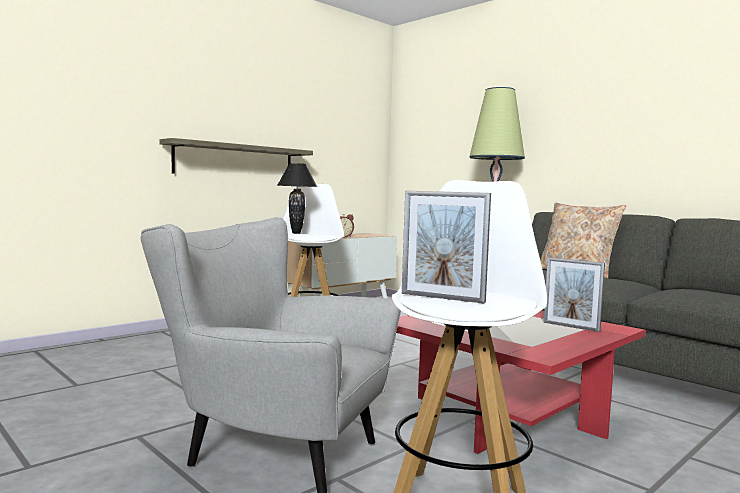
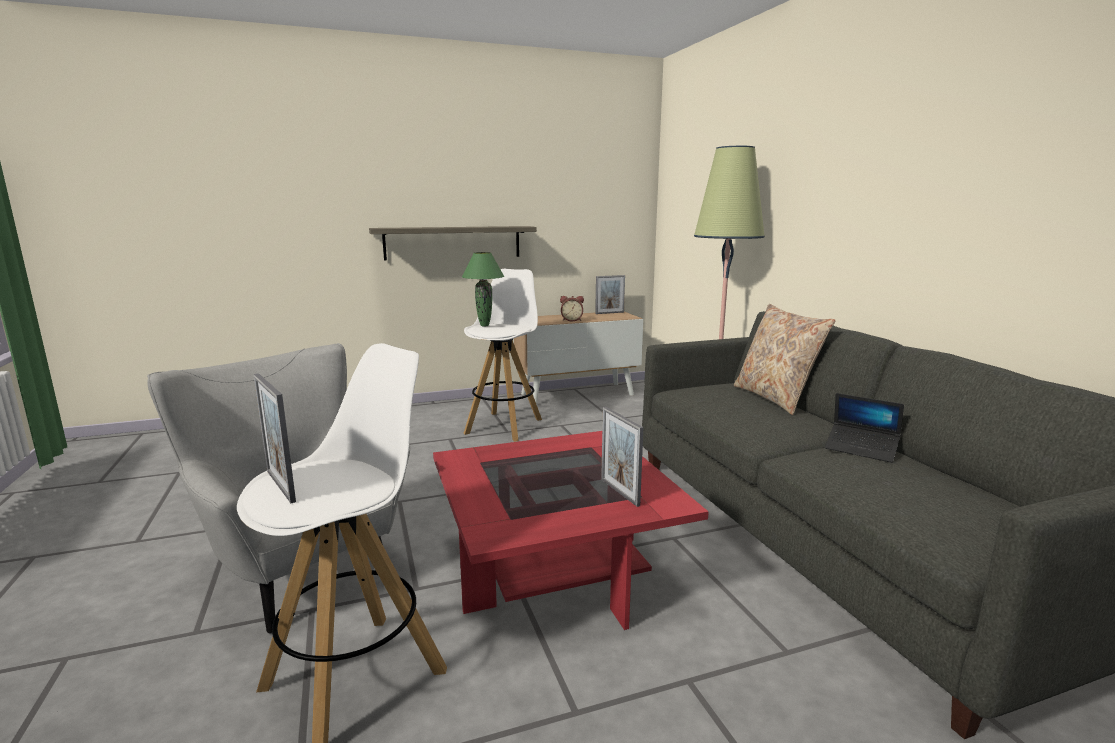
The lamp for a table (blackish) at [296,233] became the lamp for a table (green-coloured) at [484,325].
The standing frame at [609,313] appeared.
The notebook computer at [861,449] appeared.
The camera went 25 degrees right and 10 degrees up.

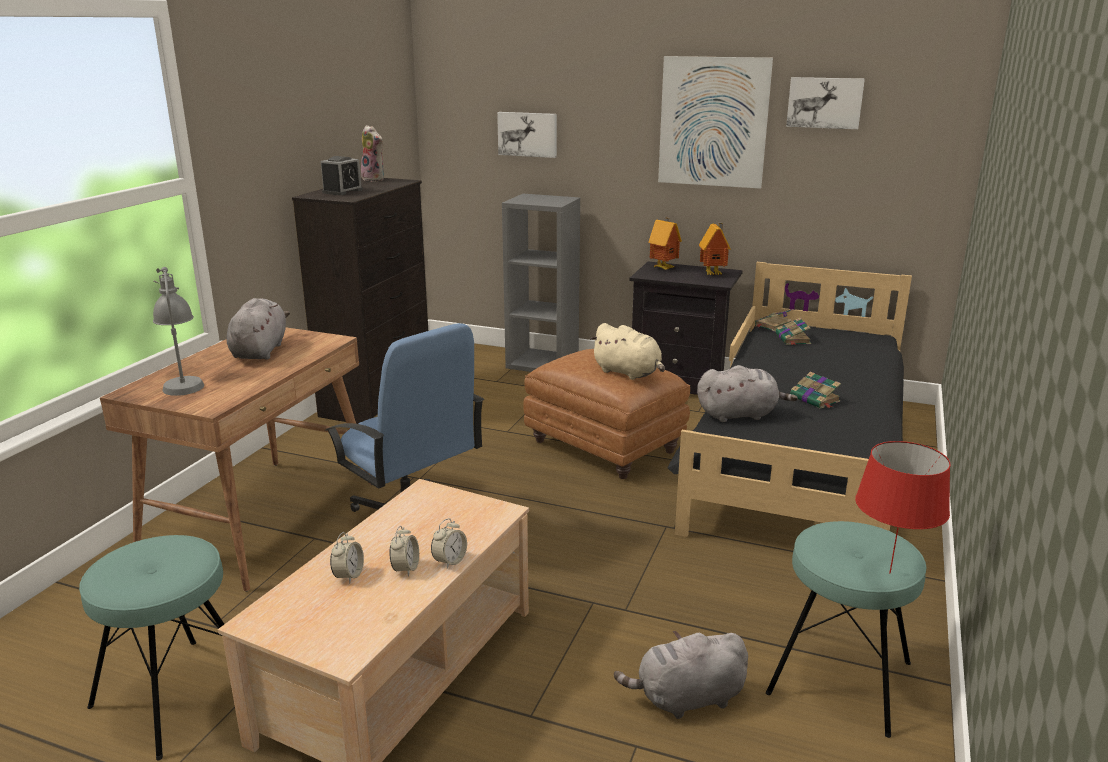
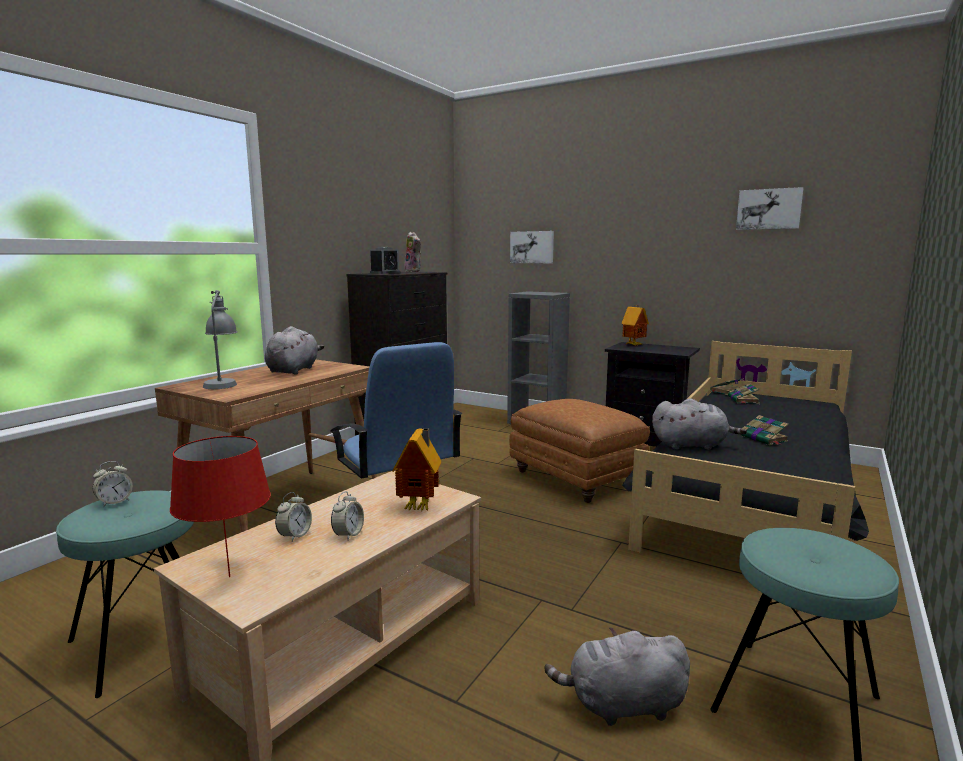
The picture at [713,122] disappeared.
The model house moved from [714,274] to [420,507].
The plush toy (beige) at [629,373] disappeared.
The lamp for a table (reddish) moved from [890,573] to [229,577].
The table clock moved from [449,561] to [114,502].
The camera went 10 degrees right and 10 degrees down.

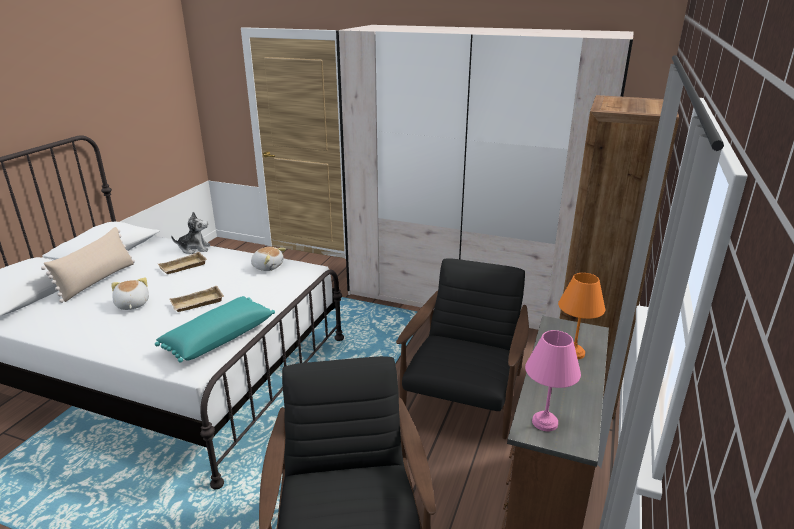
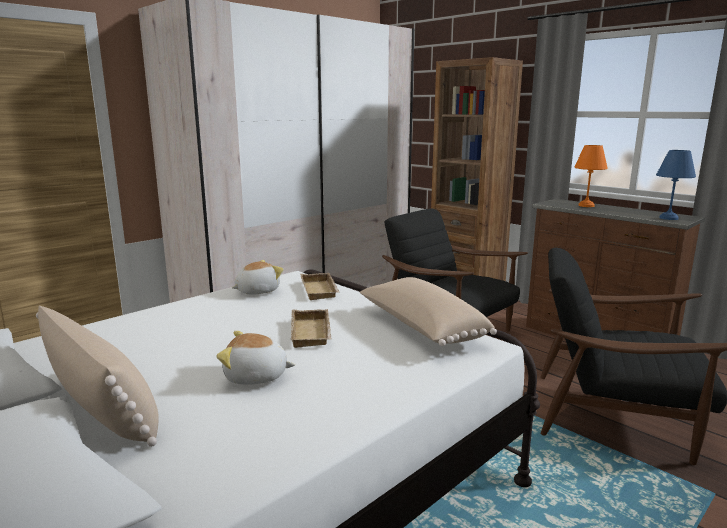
The plush toy at [194,249] disappeared.
The tray (beige) moved from [183,267] to [321,290].
The pillow (blue-green) at [218,338] became the pillow (beige) at [421,327].
The lamp for a table (pink) at [546,423] became the lamp for a table (bluish) at [669,218].
The camera went 65 degrees left and 10 degrees down.

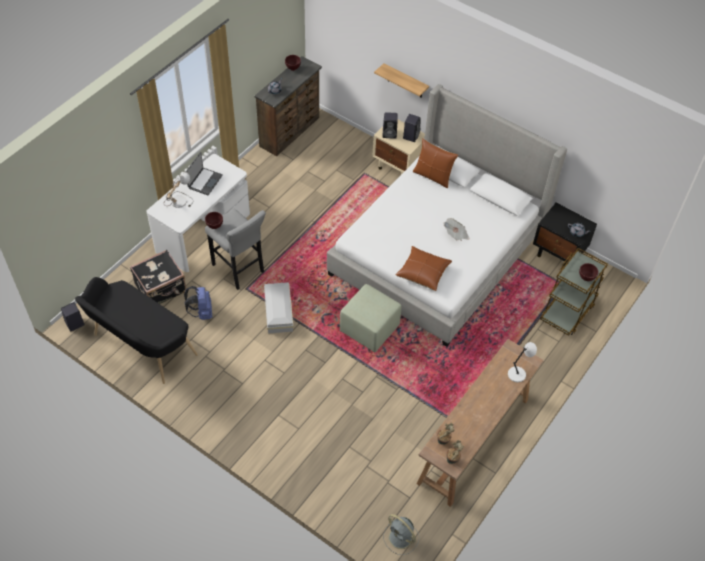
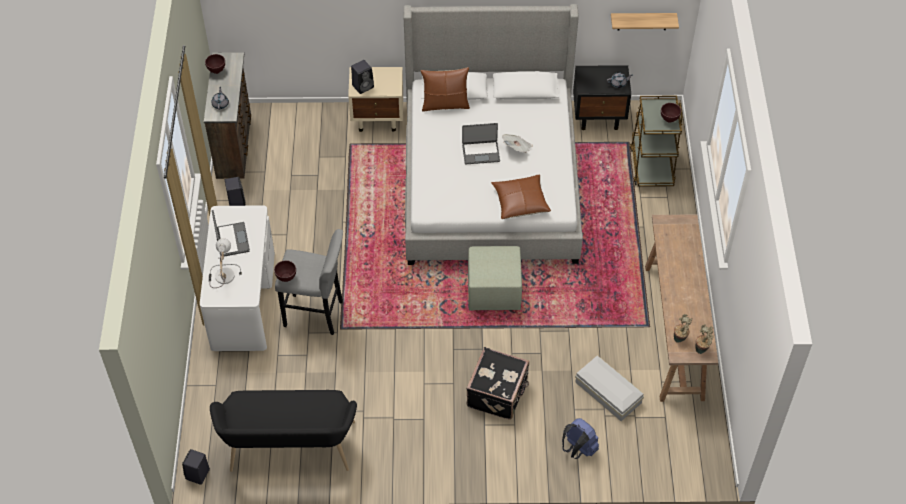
The bracket shelf moved from [405,81] to [642,21].
The audio speaker (blackish) moved from [411,136] to [236,201].
The suitcase (blackish) moved from [161,288] to [498,393].
The storage box (white-coloured) moved from [278,312] to [608,393].
The knapsack (bluish) moved from [201,312] to [578,449].
The lamp for a table (white-coloured) at [517,374] disappeared.
The fan (gray) at [401,538] disappeared.
The notebook computer at [481,152] appeared.
The camera went 35 degrees left and 0 degrees up.

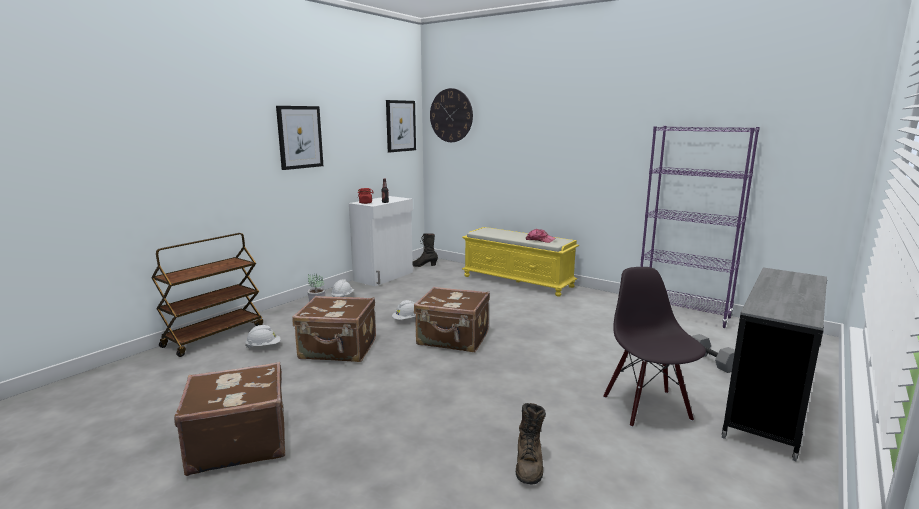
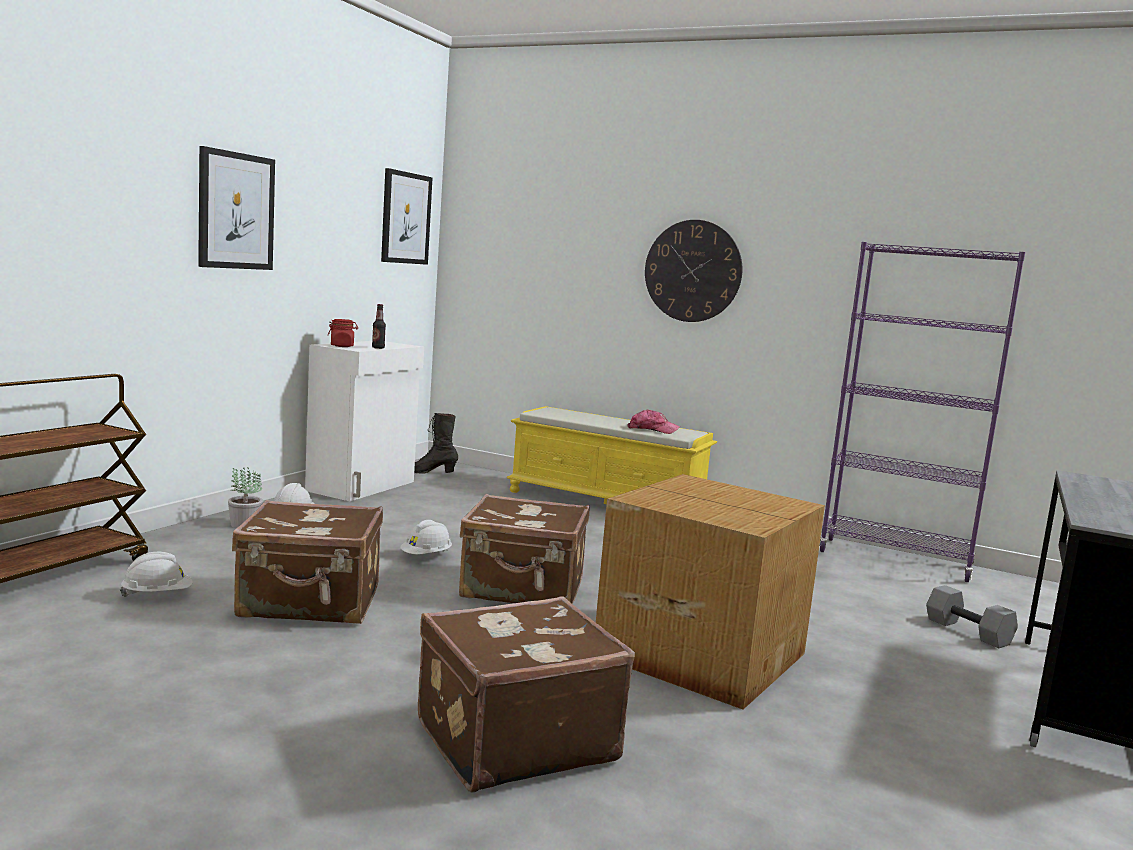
The hanging clock moved from [451,115] to [693,271].
The chair (blackish) at [647,408] disappeared.
The suitcase (brown-coloured) moved from [238,442] to [513,739].
The tall boot (brown-coloured) at [529,464] disappeared.
The packing box at [699,652] appeared.
The camera went 10 degrees left and 5 degrees down.

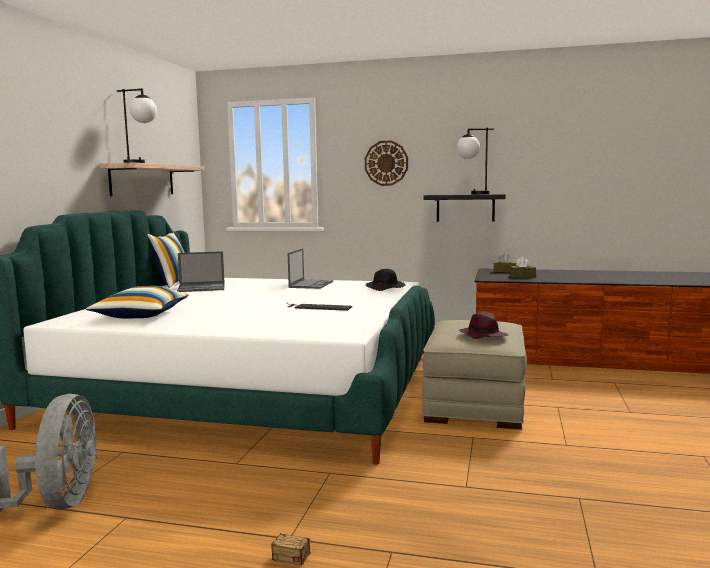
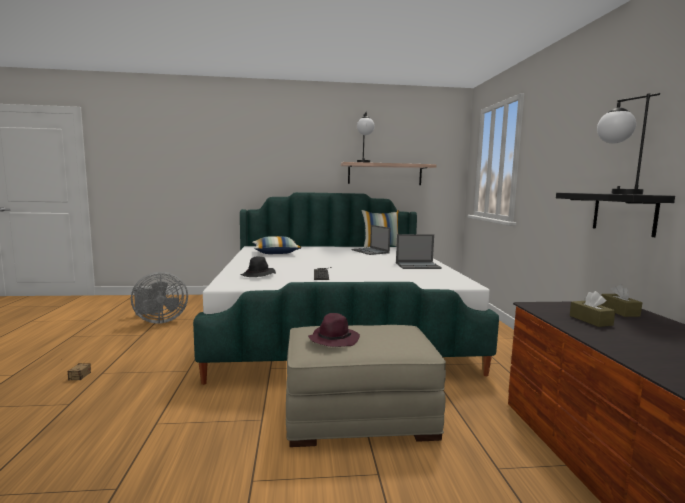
The hanging clock at [386,163] disappeared.
The wearable hat (blackish) moved from [386,288] to [258,275].
The camera went 70 degrees right and 0 degrees up.

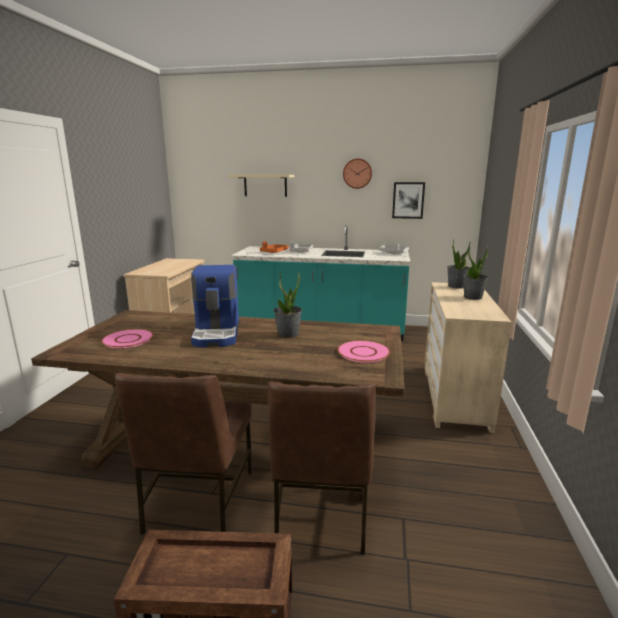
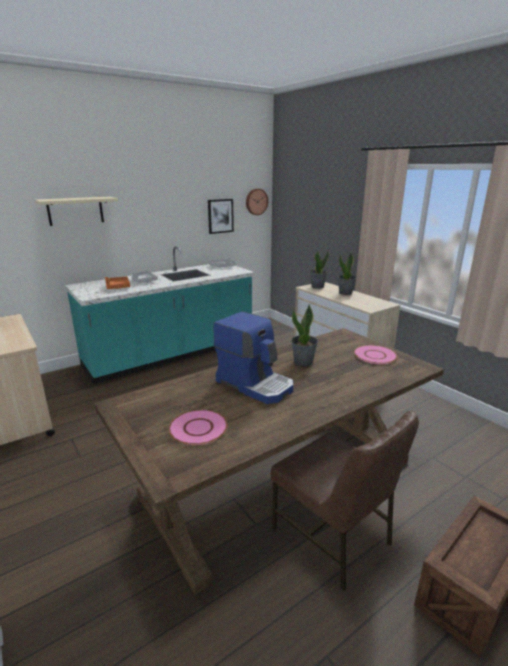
The hanging clock moved from [357,173] to [256,201].
The chair (brown-coloured) at [321,513] disappeared.
The camera went 45 degrees left and 5 degrees up.

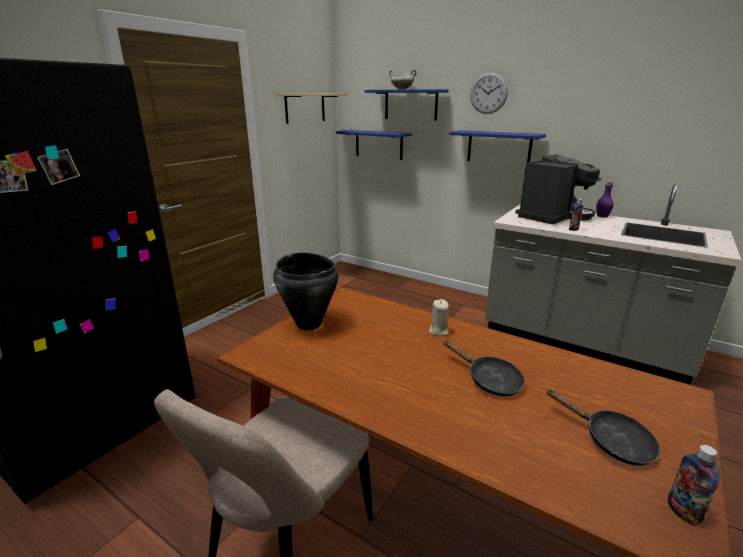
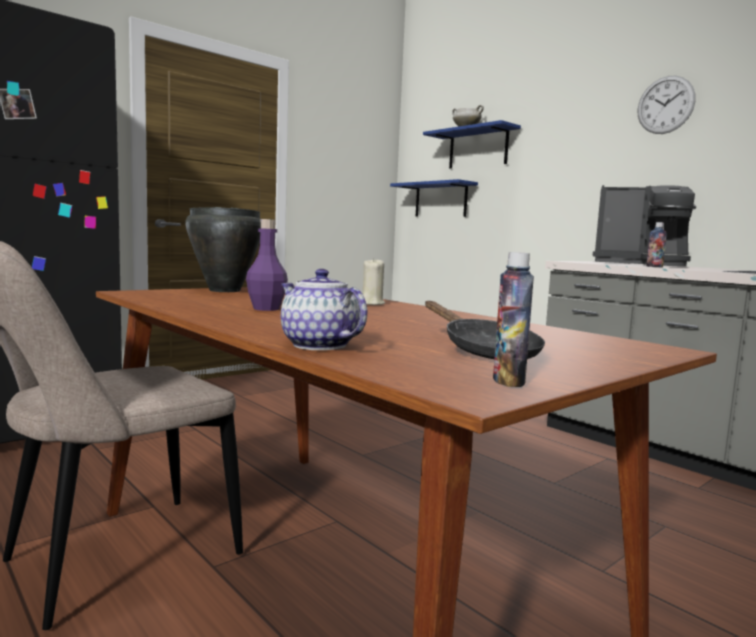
The hanging clock moved from [488,93] to [665,105].
The bracket shelf (beige) at [305,107] disappeared.
The bracket shelf (bluish) at [499,147] disappeared.
The coffee maker at [553,216] turned 45 degrees clockwise.
The beverage bottle (purple-coloured) moved from [602,216] to [266,309].
The pan (blackish) at [489,380] disappeared.
The pot for tea at [317,345] appeared.
The camera went 15 degrees right and 15 degrees down.

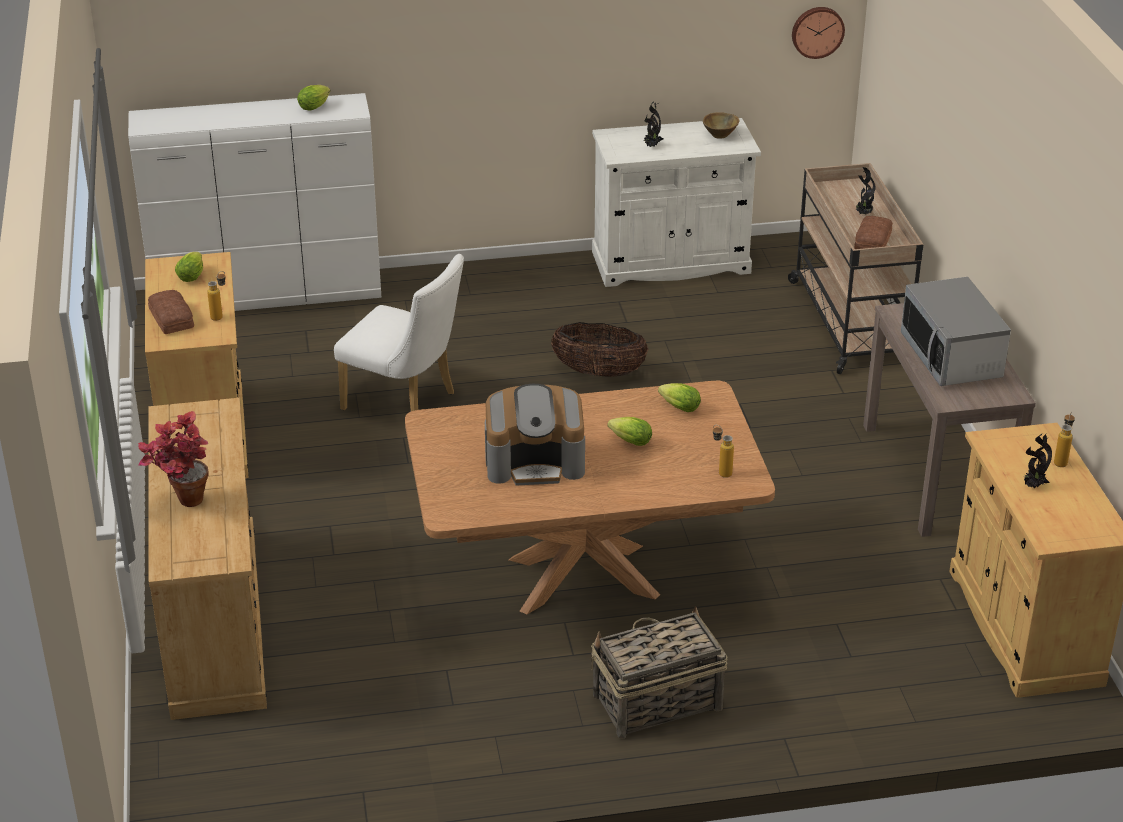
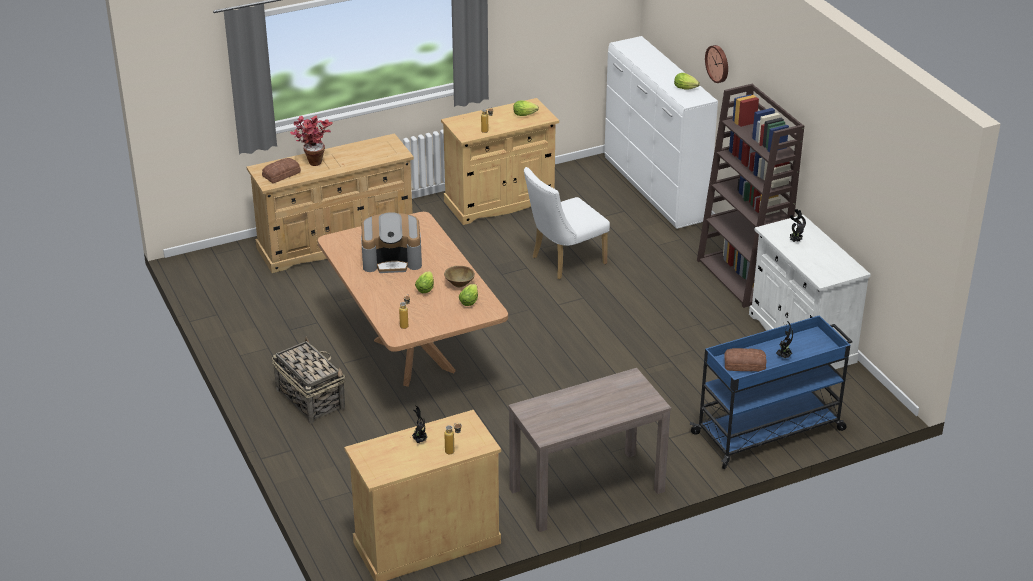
The hanging clock moved from [817,31] to [718,63].
The deep dish (brown-coloured) moved from [720,135] to [459,284].
The wheeled cart (beige) at [849,321] became the wheeled cart (bluish) at [770,431].
The chair (white-coloured) at [406,403] turned 45 degrees clockwise.
The microwave at [951,357] disappeared.
The baked bread moved from [172,318] to [282,174].
The basket at [599,372] disappeared.
The coffee maker at [535,462] turned 75 degrees counterclockwise.
The bookcase (brown-coloured) at [741,278] appeared.
The camera went 75 degrees right and 0 degrees up.

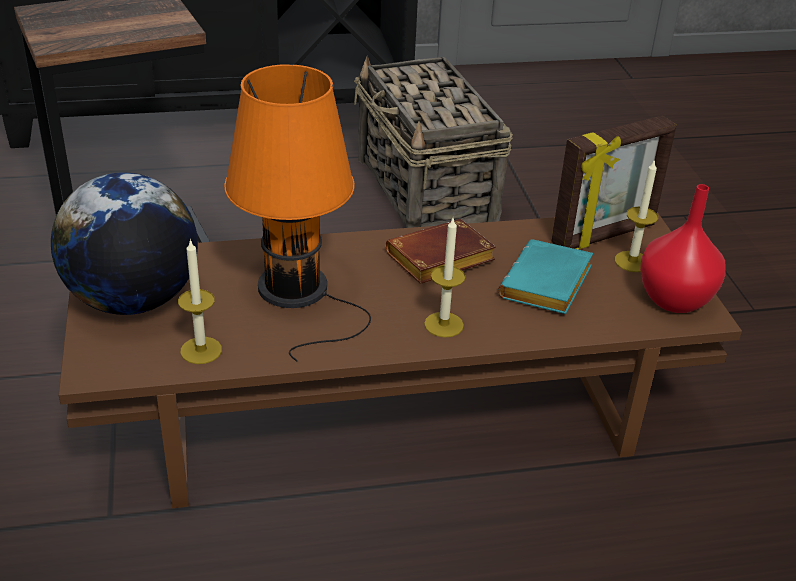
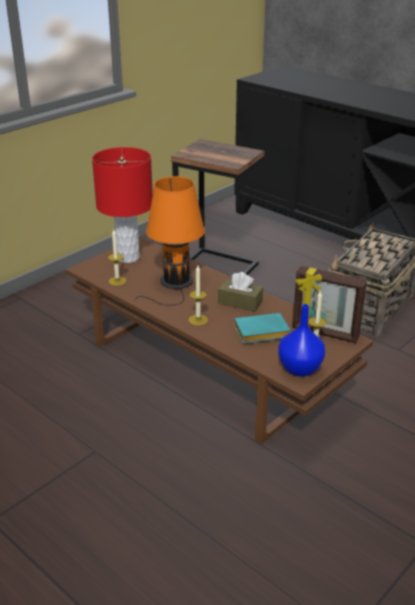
The desk globe at [133,300] was replaced by the lamp for a table (reddish) at [127,257].
The decorative vase (reddish) at [674,299] became the decorative vase (bluish) at [300,368].
The volume (brown-coloured) at [439,261] was replaced by the tissue box (brown-coloured) at [240,302].
The camera went 55 degrees right and 5 degrees down.

